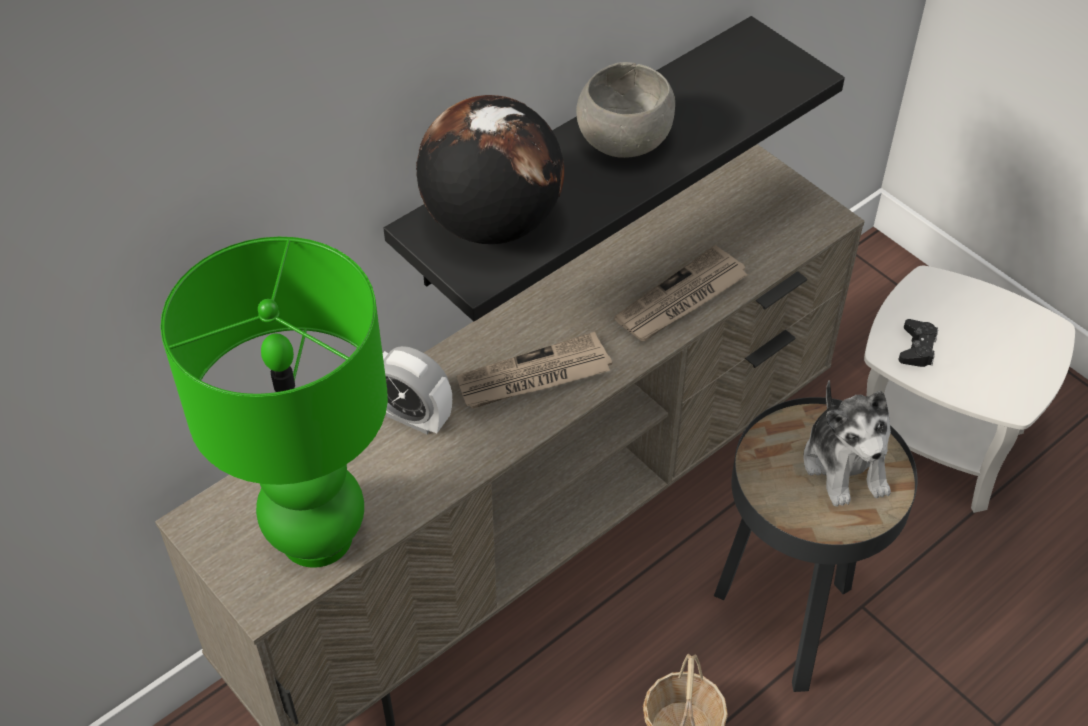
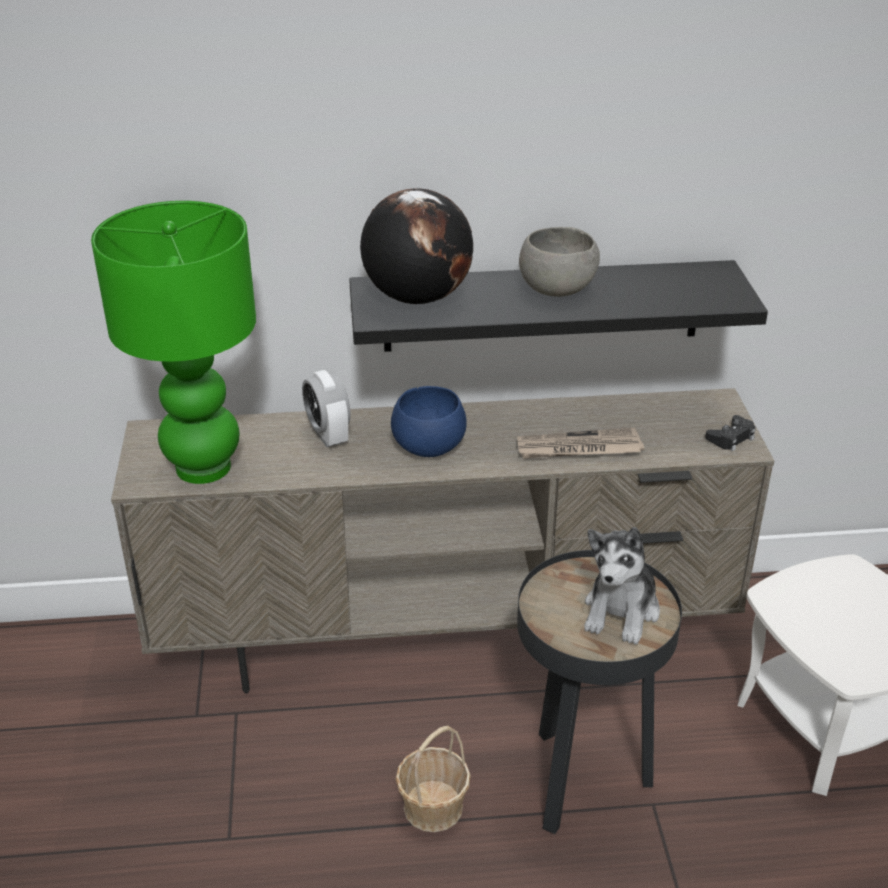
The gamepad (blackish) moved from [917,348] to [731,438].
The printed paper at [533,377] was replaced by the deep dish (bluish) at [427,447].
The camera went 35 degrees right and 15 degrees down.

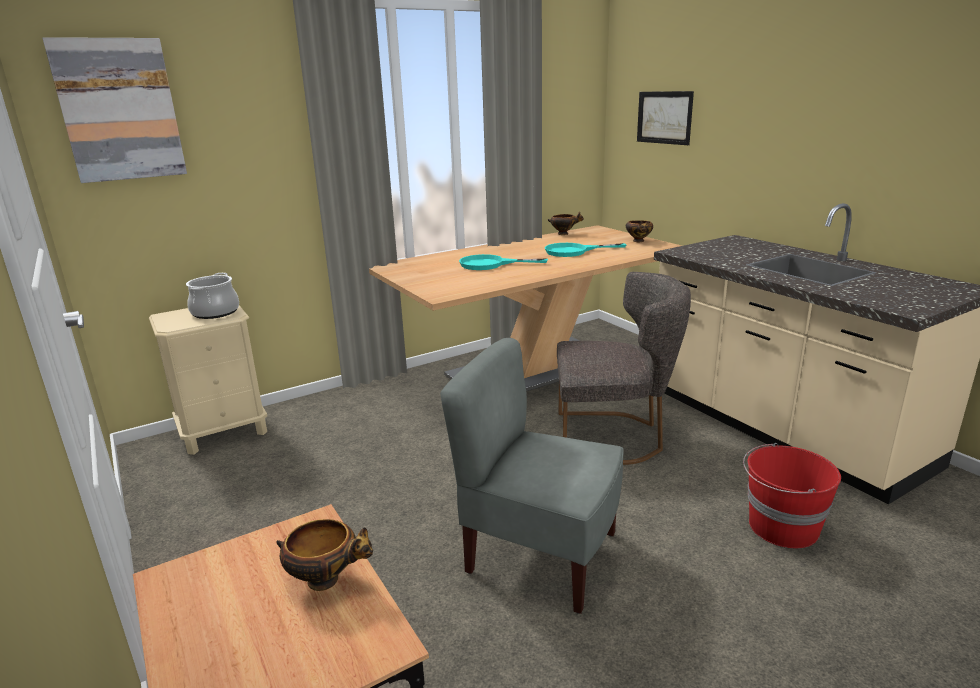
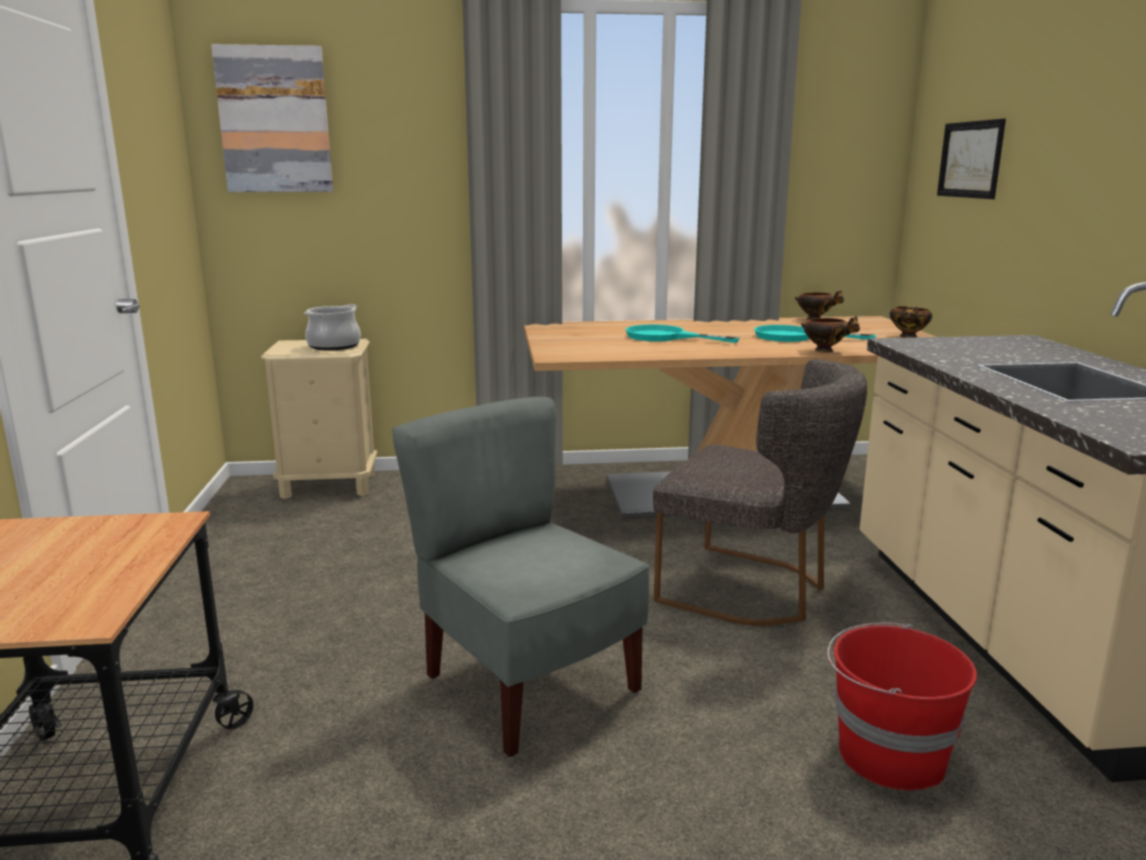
The deep dish moved from [327,580] to [826,351].
The camera went 25 degrees right and 5 degrees down.

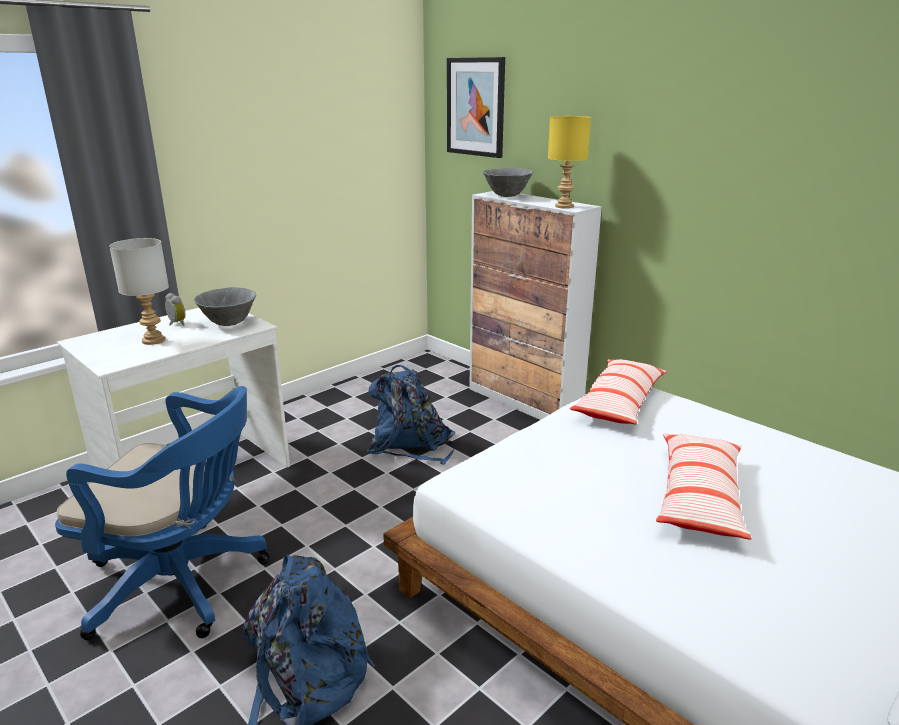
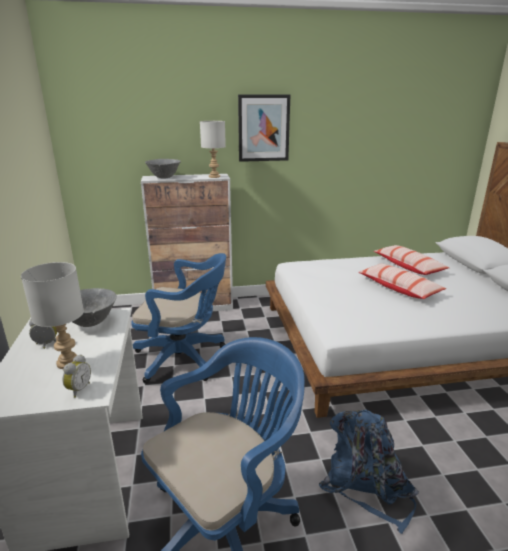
The picture moved from [475,107] to [263,128].
The lamp for a table (yellow) at [564,206] became the lamp for a table (gray) at [214,177].
The pillow moved from [619,403] to [408,266].
The knapsack (bluish) at [411,444] was replaced by the desk chair (bluish) at [184,359].
The table clock at [78,389] appeared.
The camera went 55 degrees left and 0 degrees up.

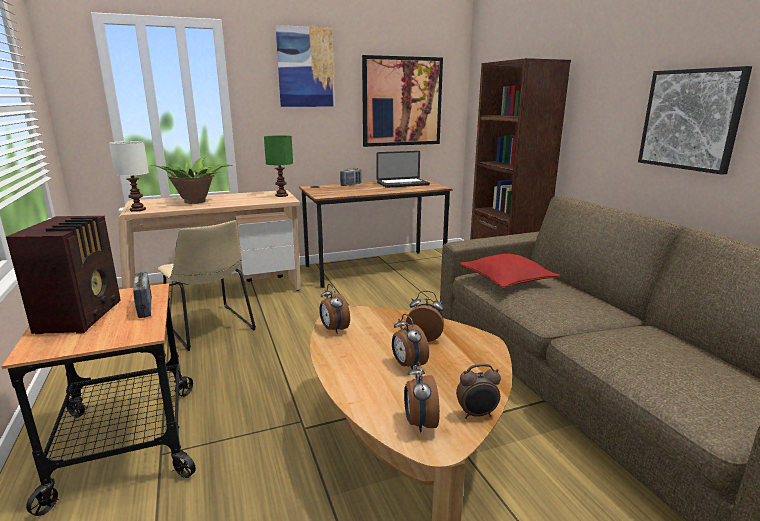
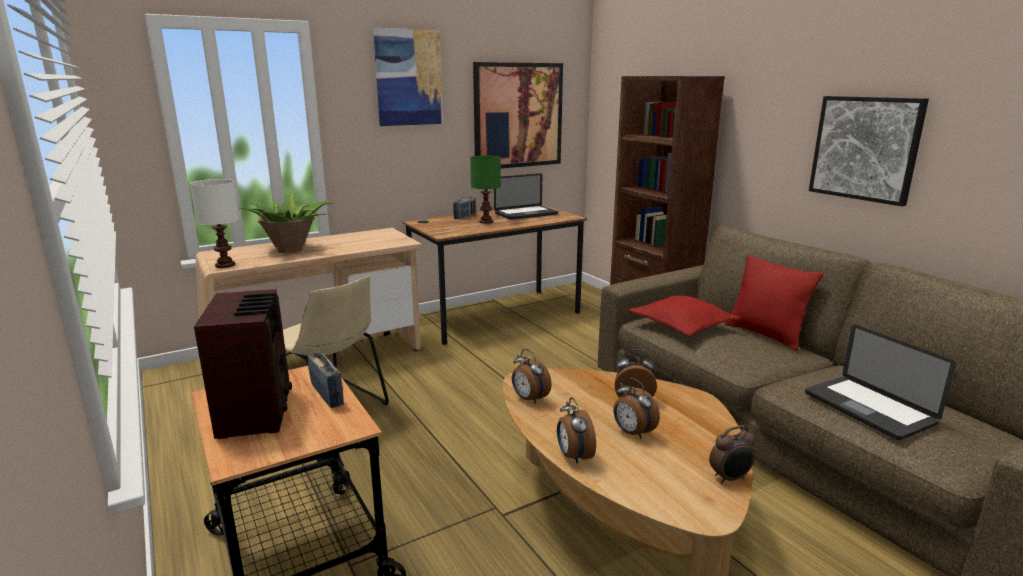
The lamp for a table (green-coloured) moved from [282,195] to [486,222].
The table clock moved from [419,423] to [573,456].
The pillow (reddish) at [765,334] appeared.
The notebook computer at [868,408] appeared.
The camera went 10 degrees left and 0 degrees up.

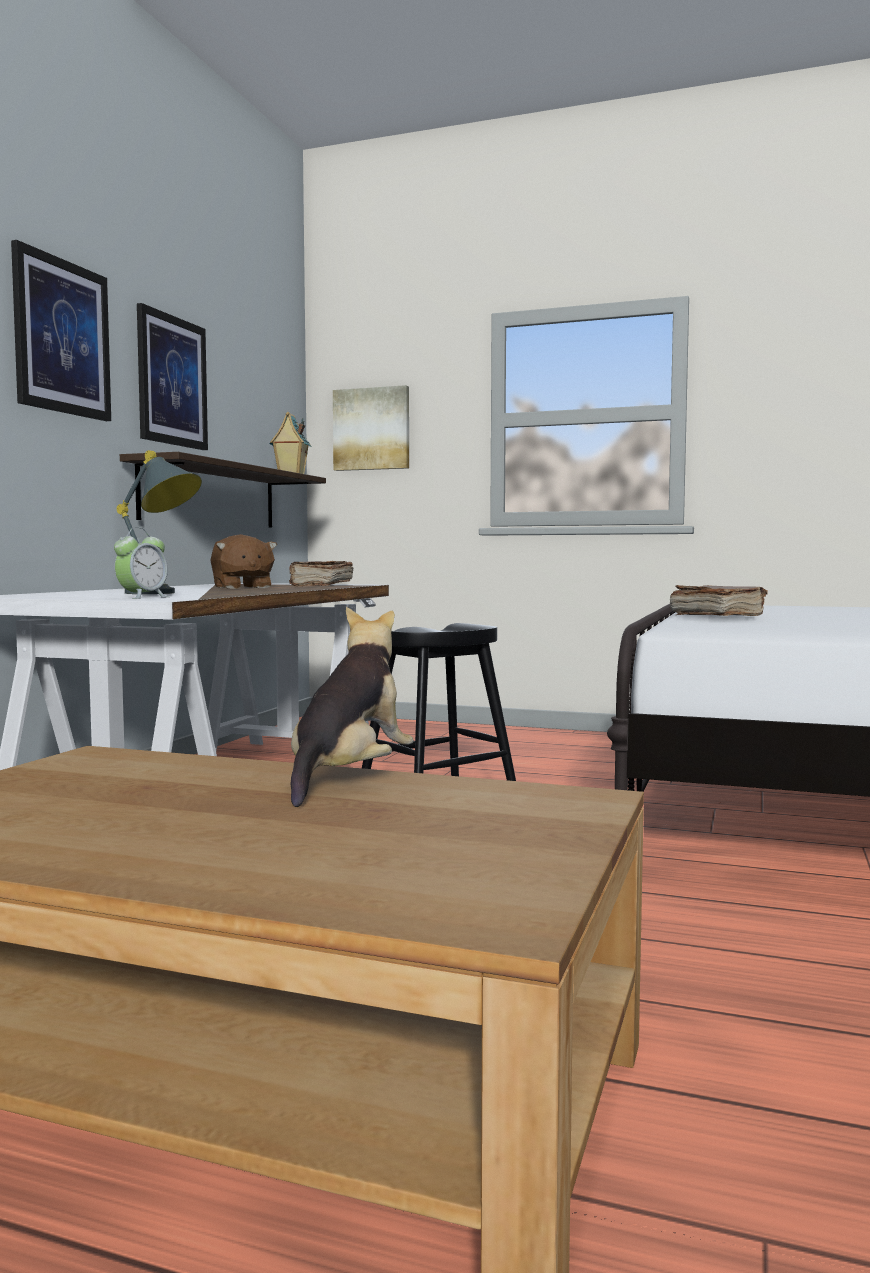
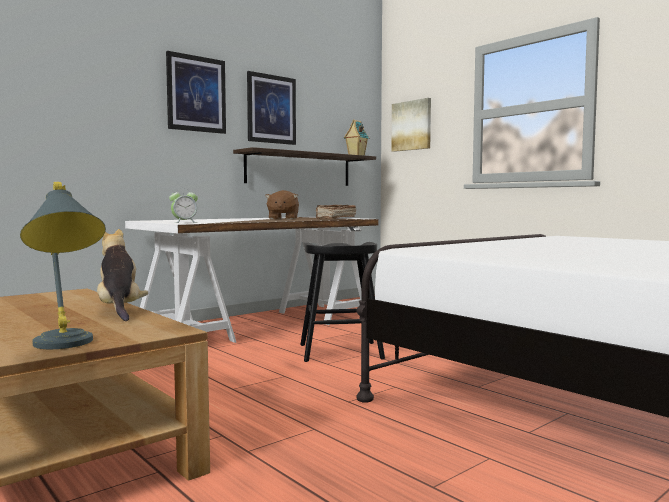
The lamp for a table (gray) moved from [163,593] to [65,347].
The volume (brown-coloured) at [716,617] disappeared.
The plush toy at [349,777] turned 75 degrees counterclockwise.
The camera went 30 degrees right and 0 degrees up.

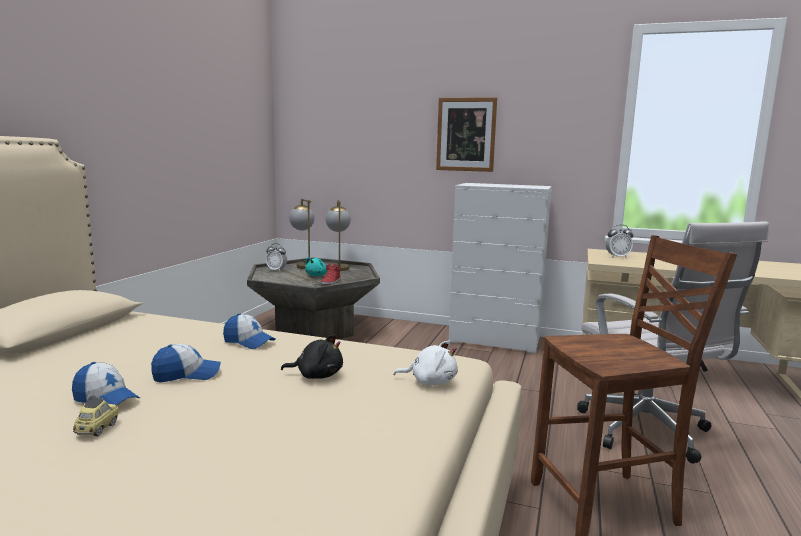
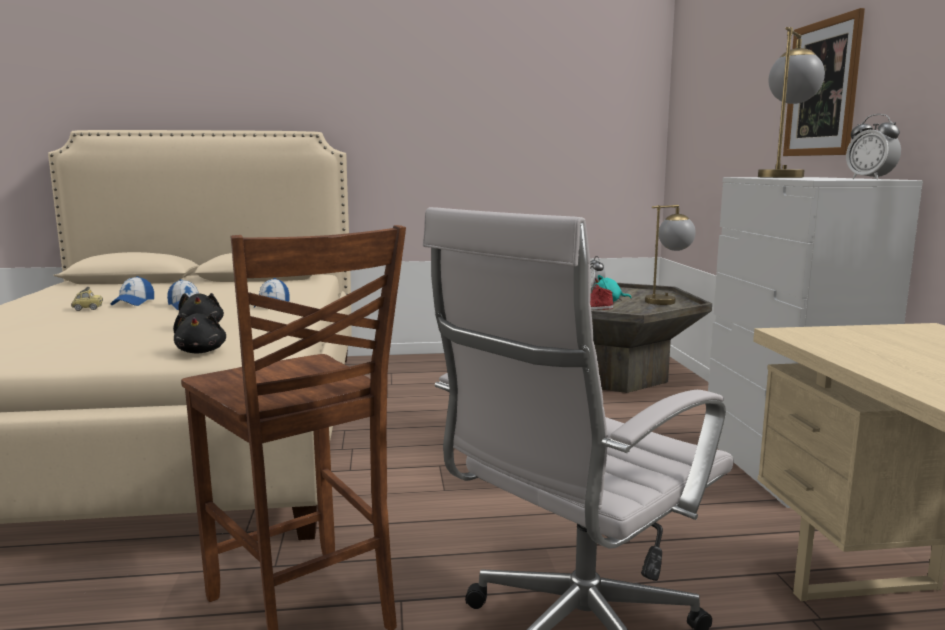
The lamp for a table moved from [304,265] to [783,177].
The table clock moved from [617,257] to [870,179].
The plush toy (white-coloured) at [430,382] became the plush toy (blackish) at [201,351].
The camera went 65 degrees right and 0 degrees up.

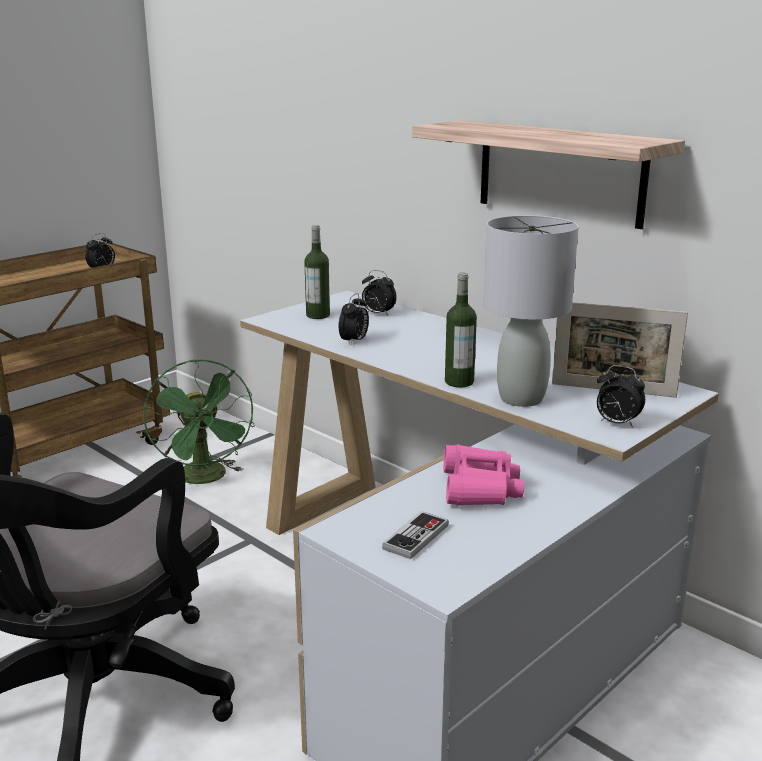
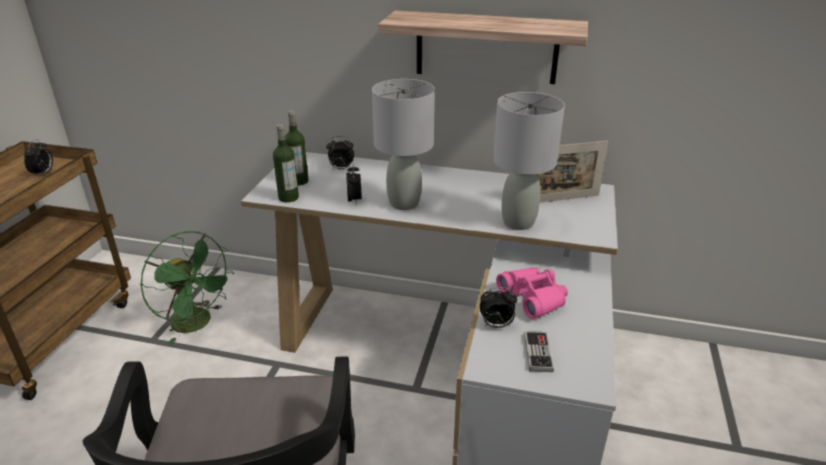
The beverage bottle moved from [459,382] to [288,198].
The table clock moved from [616,423] to [496,325].
The lamp for a table (gray) at [405,203] appeared.
The camera went 30 degrees left and 10 degrees up.

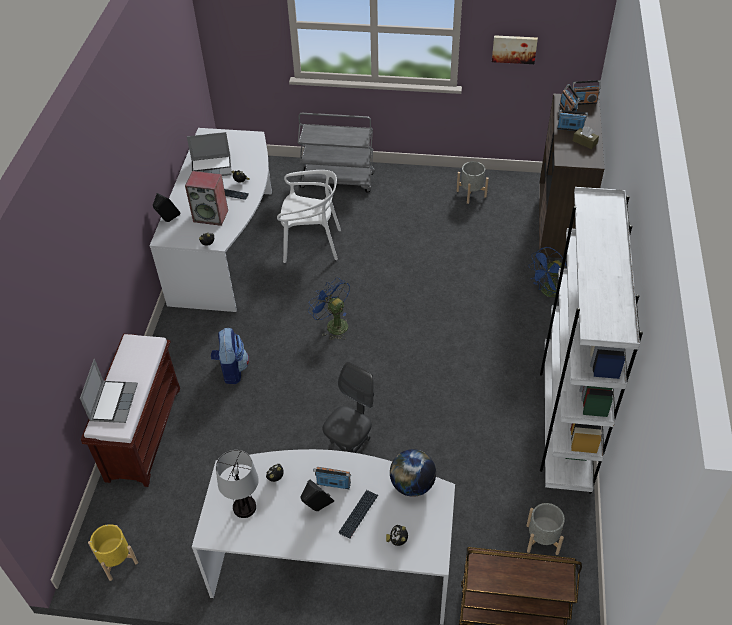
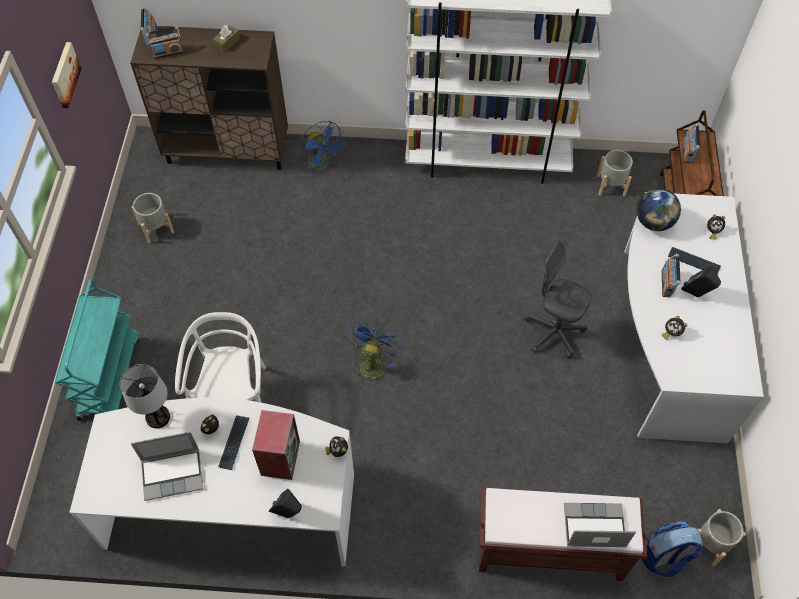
The radio moved from [570,128] to [687,152].
The wheeled cart (gray) at [338,180] became the wheeled cart (blue-green) at [109,376].
The notebook computer at [212,167] turned 90 degrees clockwise.
The fan (bluish) at [333,324] turned 150 degrees clockwise.
The knapsack moved from [231,369] to [664,557].
The lamp for a table moved from [244,507] to [157,418].
The flower pot (yellow) at [117,560] became the flower pot (gray) at [711,543].
The camera went 95 degrees left and 10 degrees up.

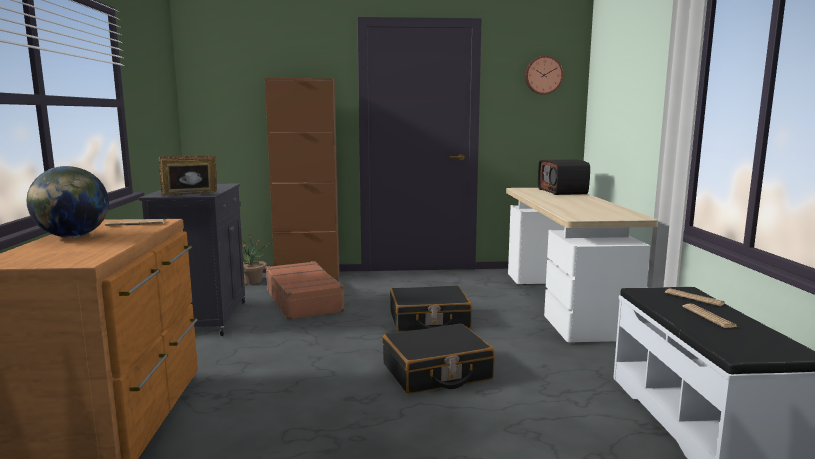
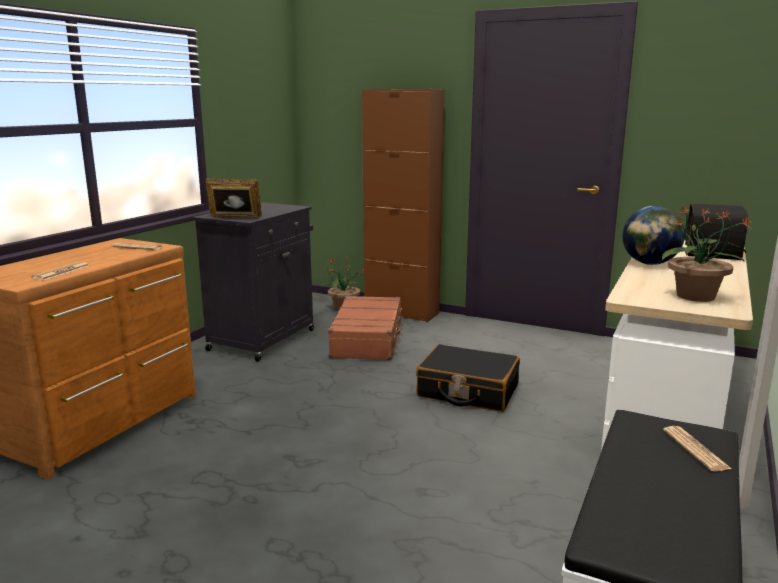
The hanging clock at [543,75] disappeared.
The desk globe moved from [73,237] to [649,264].
The printed paper moved from [709,317] to [62,272].
The suitcase (blackish) at [437,372] disappeared.
The potted plant at [696,297] appeared.
The camera went 30 degrees right and 5 degrees up.

